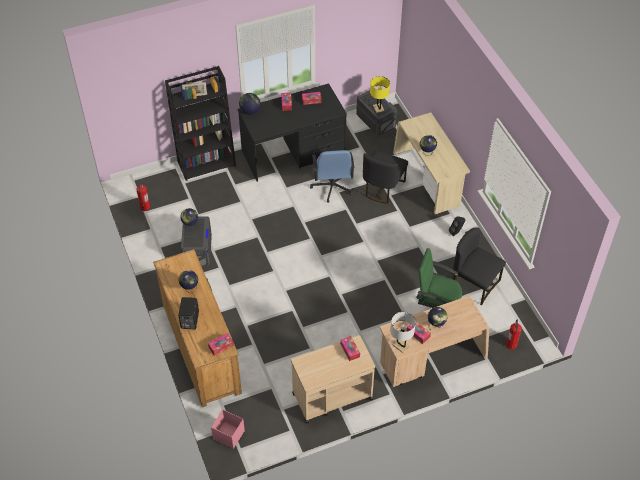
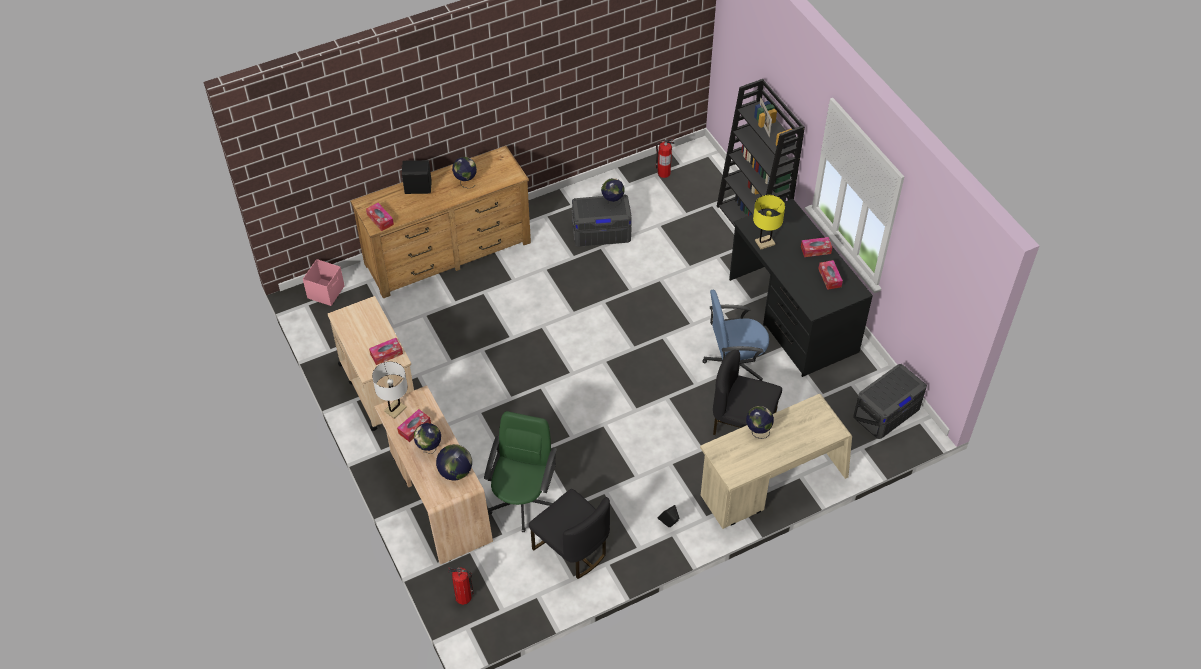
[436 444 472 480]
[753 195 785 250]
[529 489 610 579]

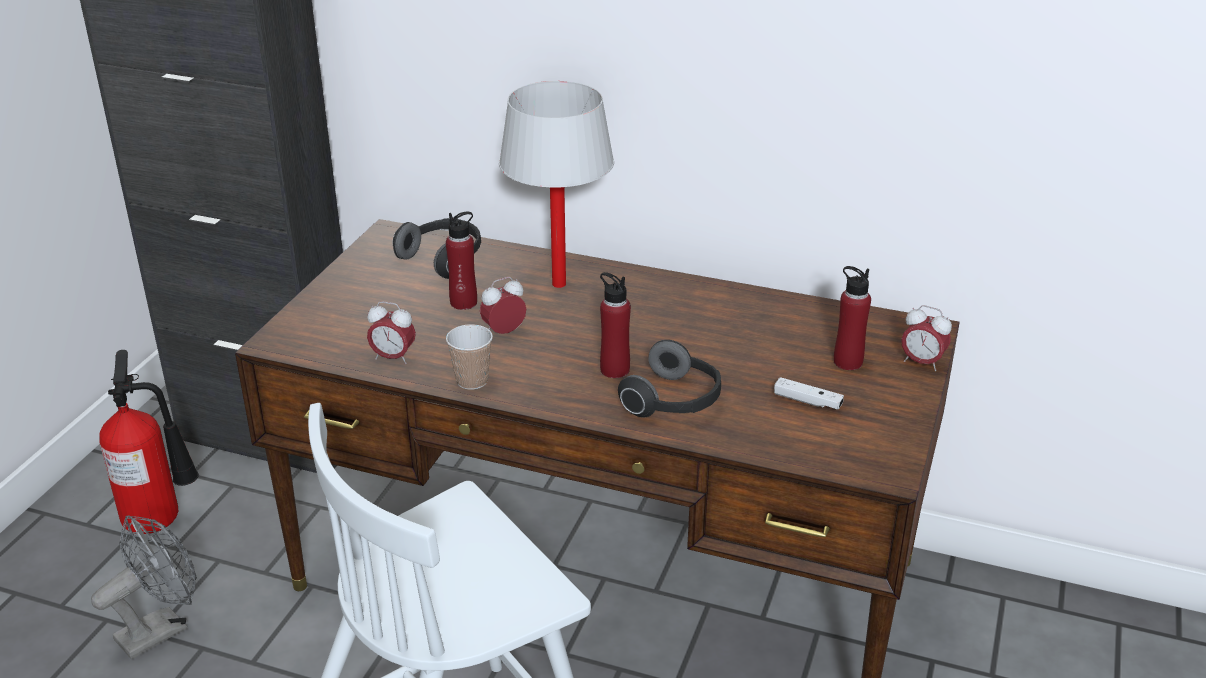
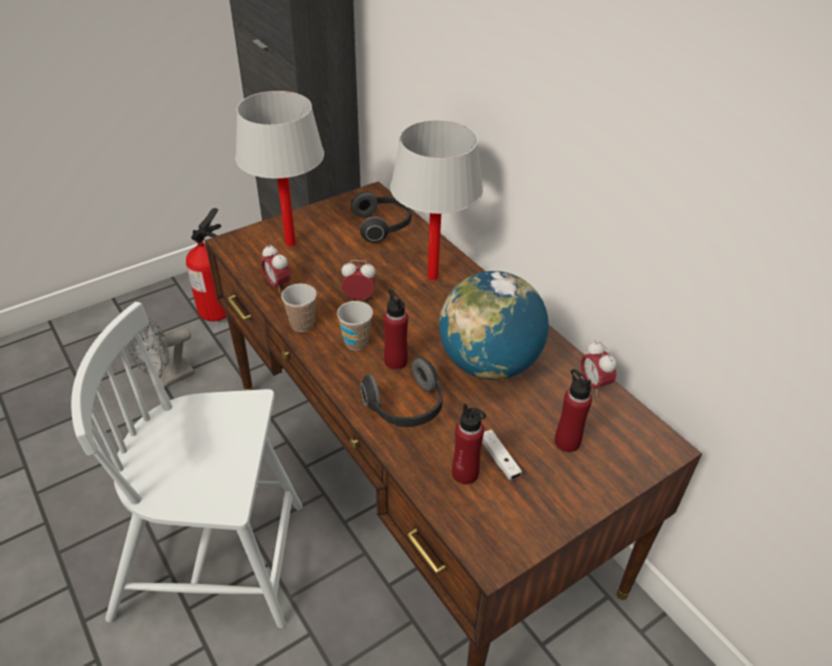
[235 91 324 246]
[337 301 373 350]
[439 271 549 380]
[452 404 486 485]
[581 340 617 396]
[128 318 195 388]

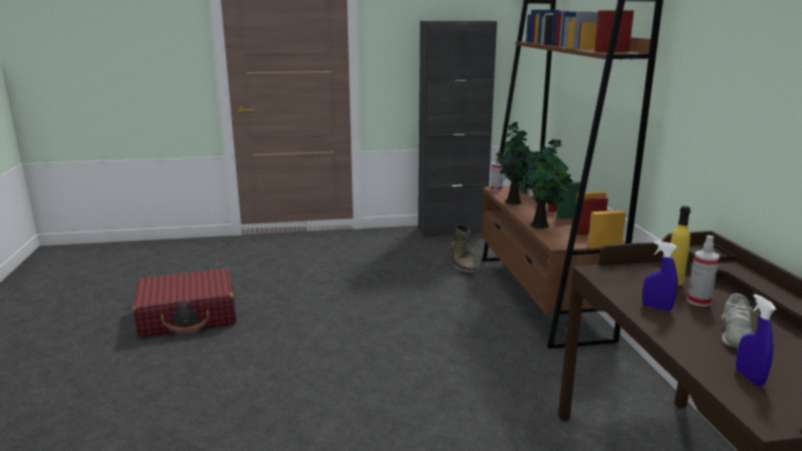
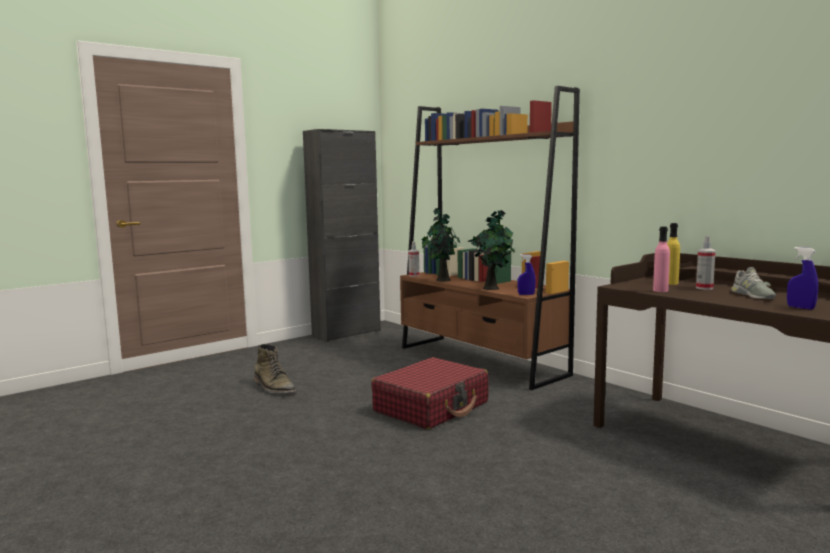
[653 227 670 292]
[371 357 488 429]
[254 344 296 393]
[517 254 536 295]

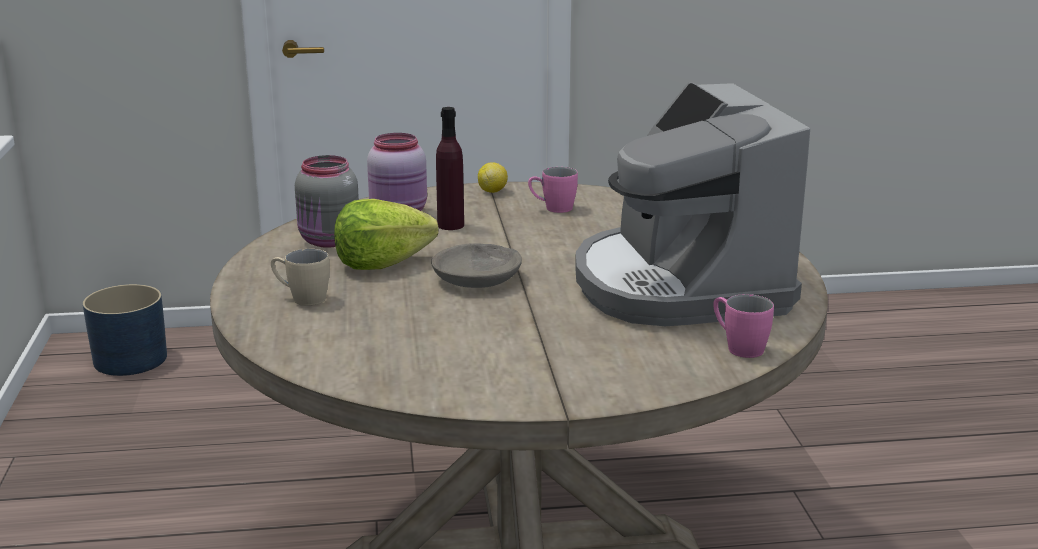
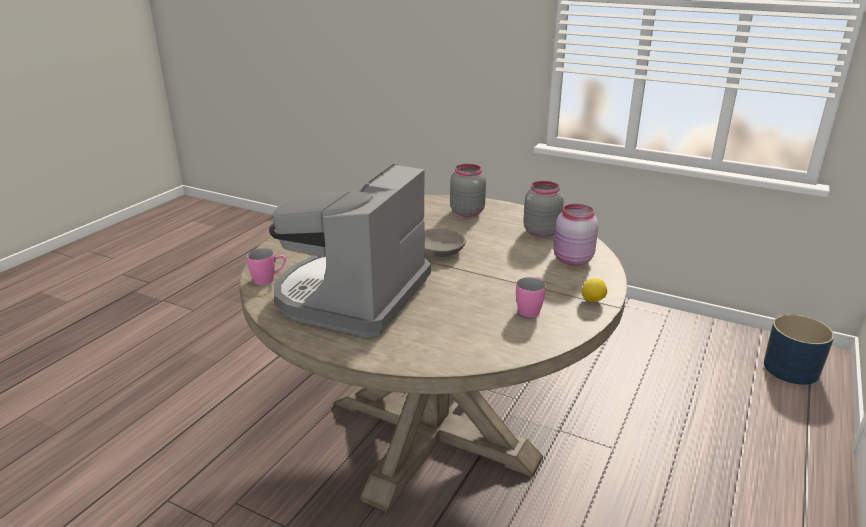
[334 199 438 270] (first image)
[436 107 464 230] (first image)
[450 164 486 217]
[269 163 431 337]

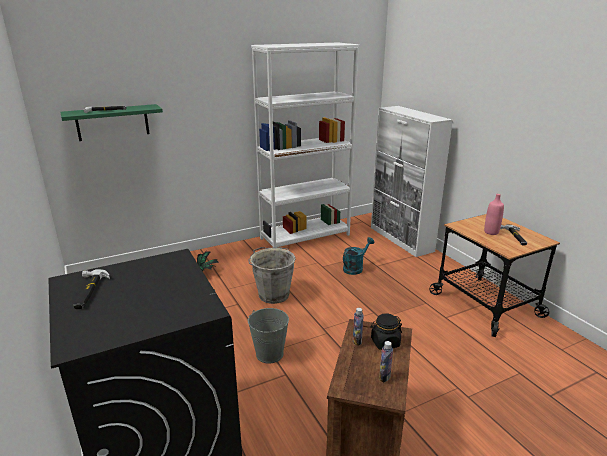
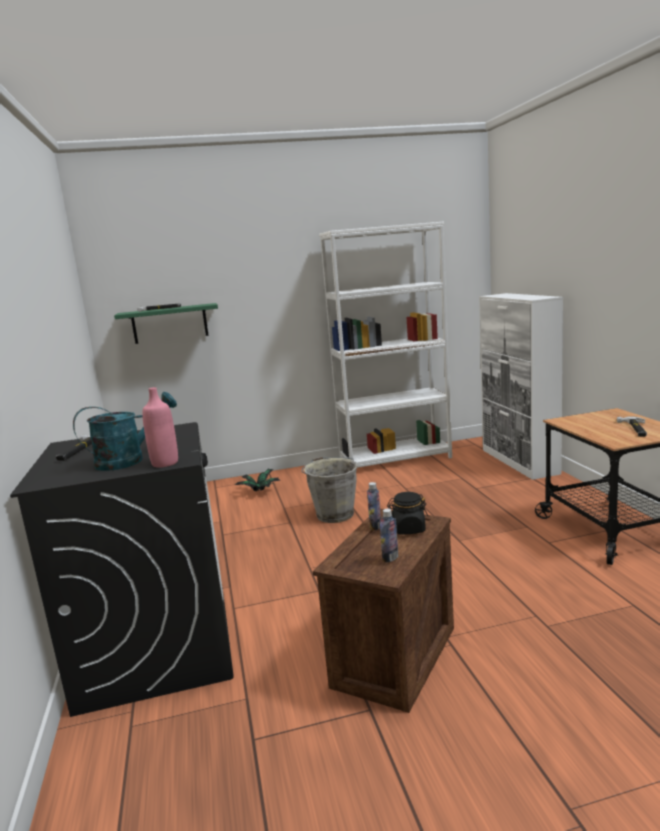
[248 308 289 364] (first image)
[73 392 177 471]
[142 387 178 468]

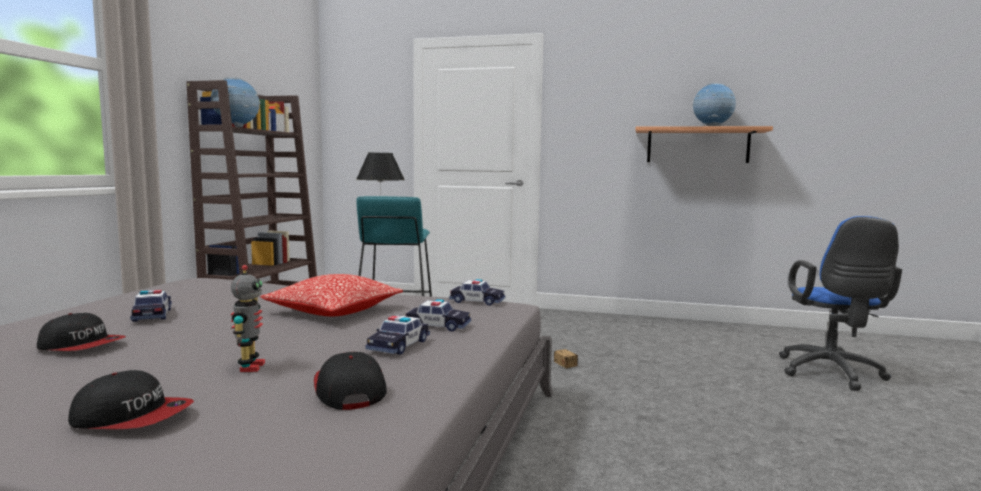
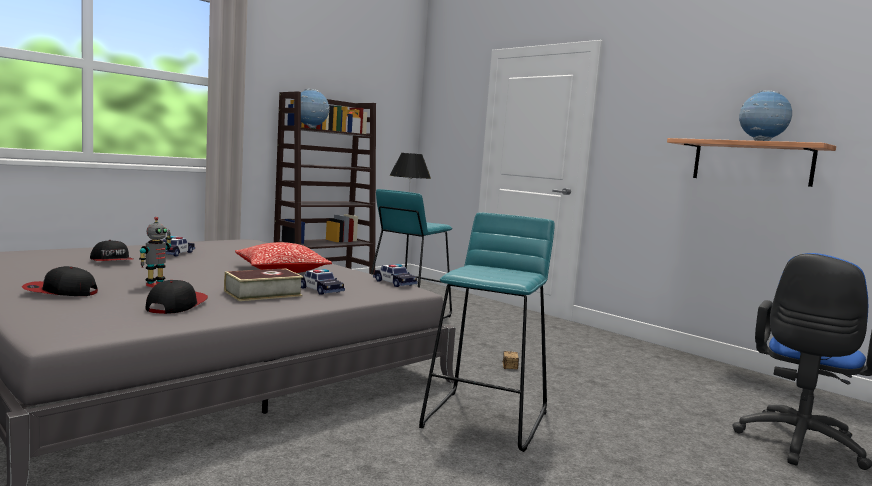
[419 212 555 452]
[224 268 303 301]
[22 266 98 296]

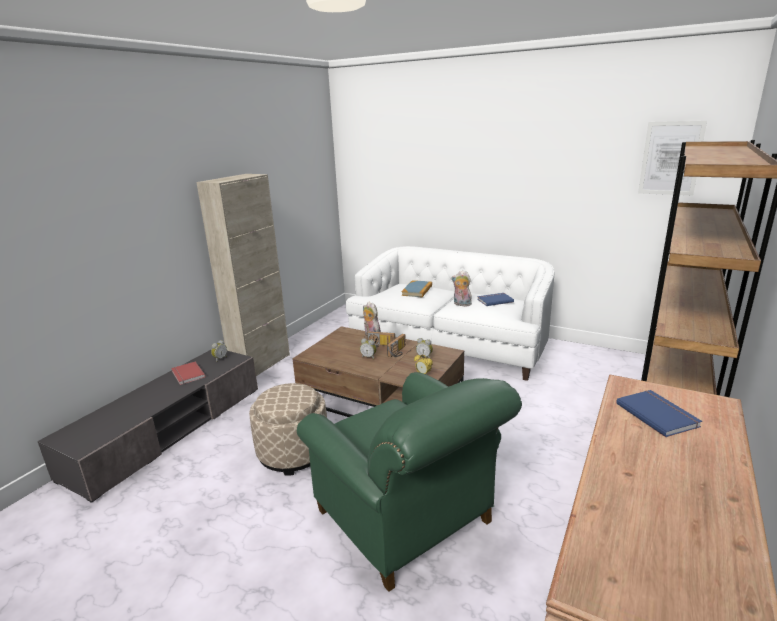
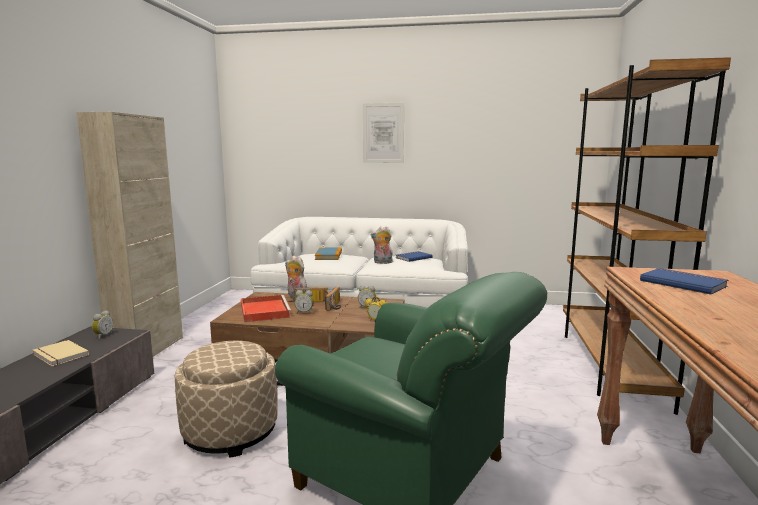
[241 295 292 322]
[363 103 404 163]
[33 340 89 366]

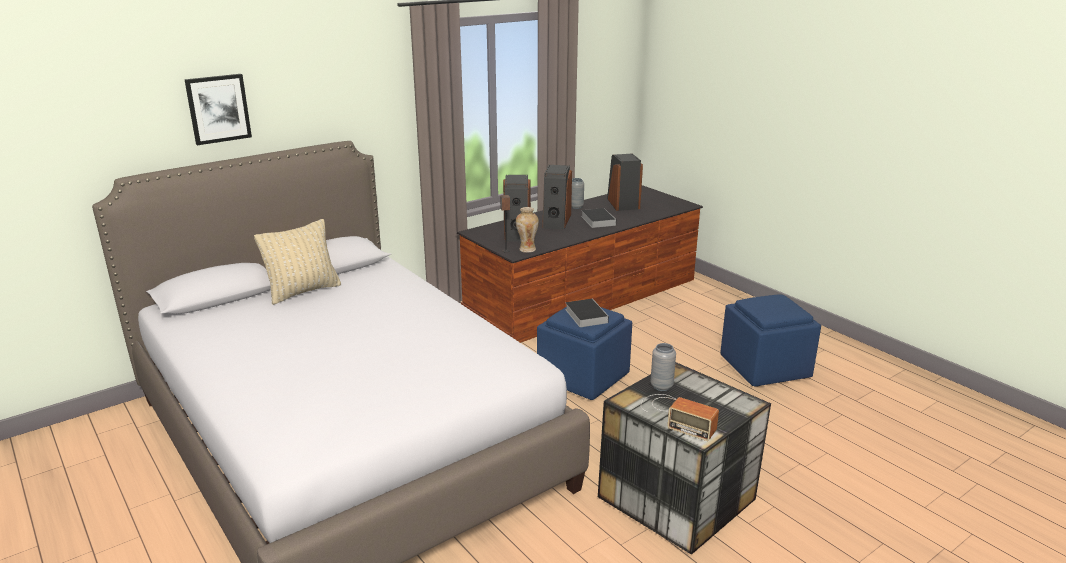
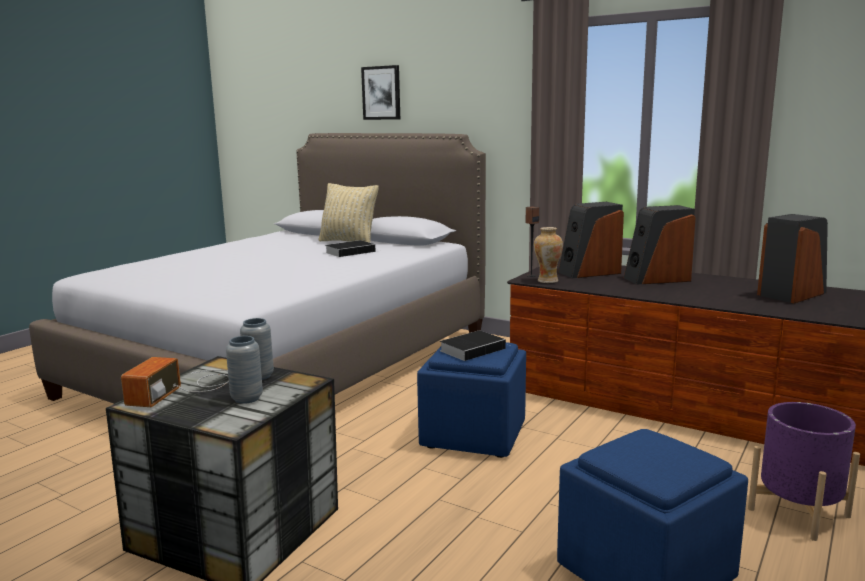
[748 402 860 541]
[226 336 263 404]
[326 240 376 257]

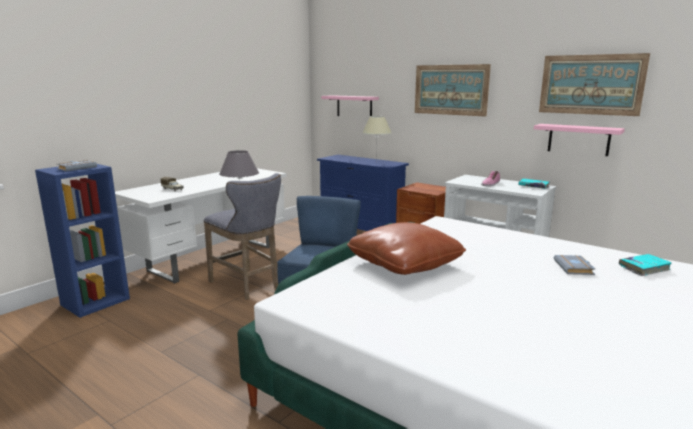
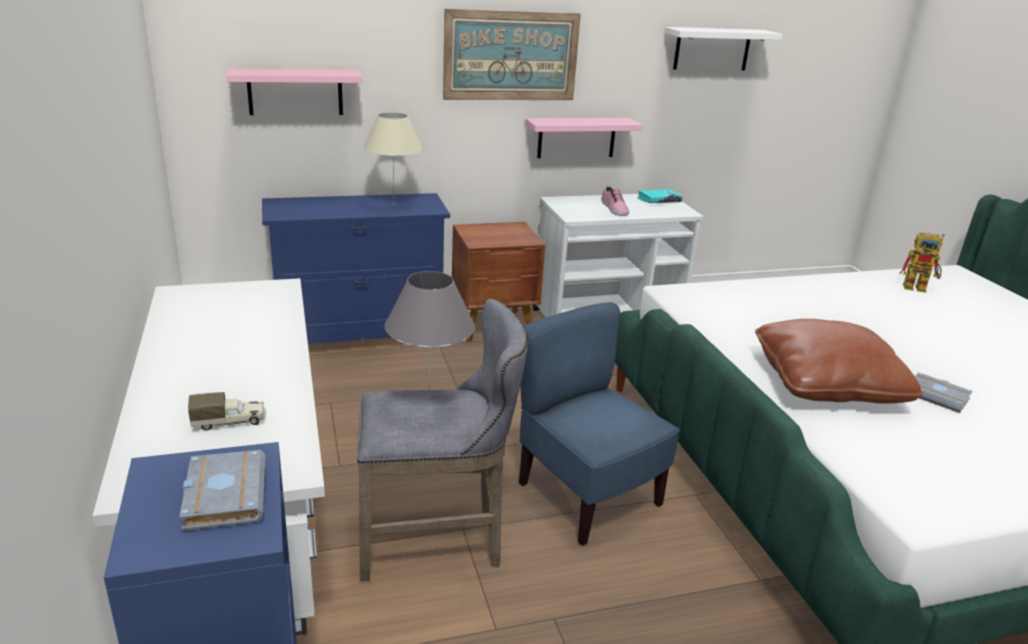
[525 118 643 158]
[915 372 972 413]
[664 27 783 70]
[900 232 945 293]

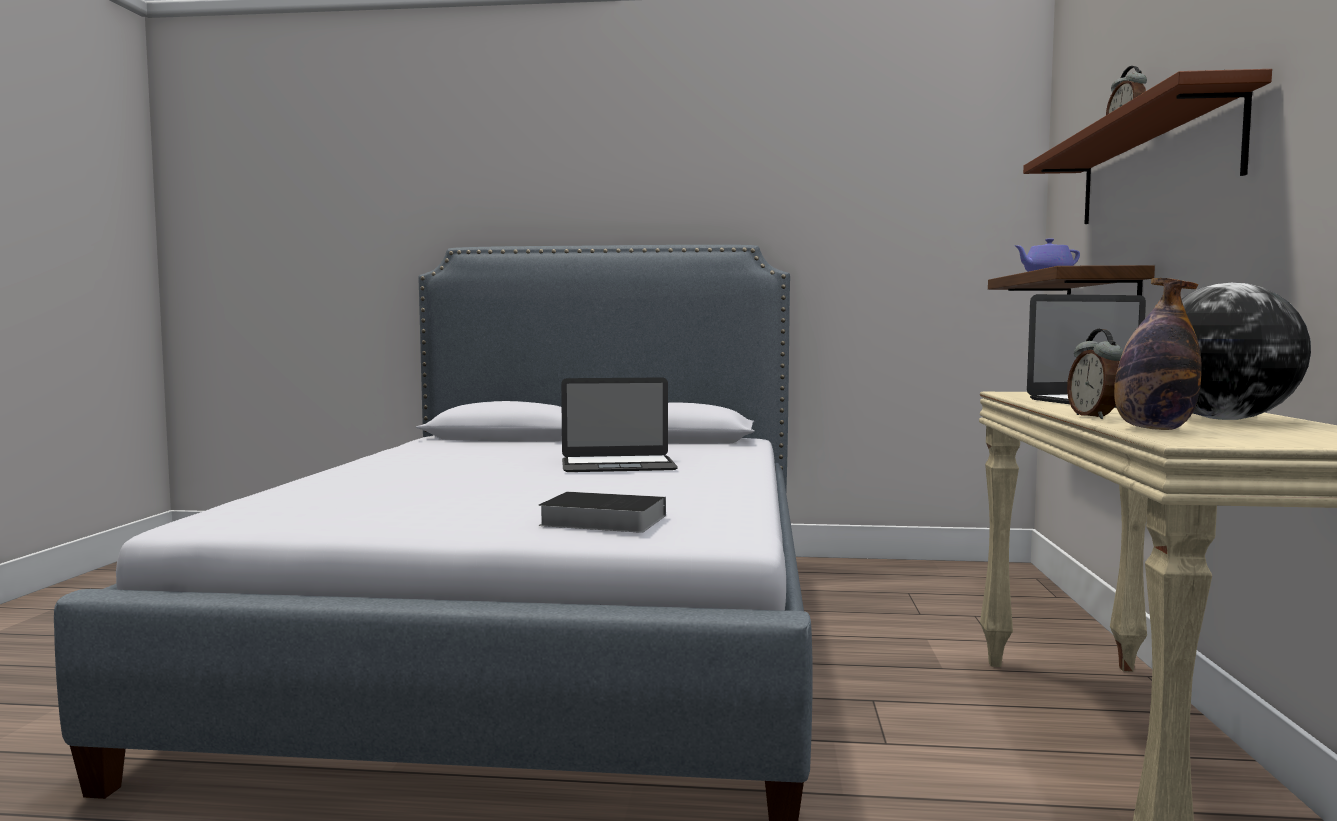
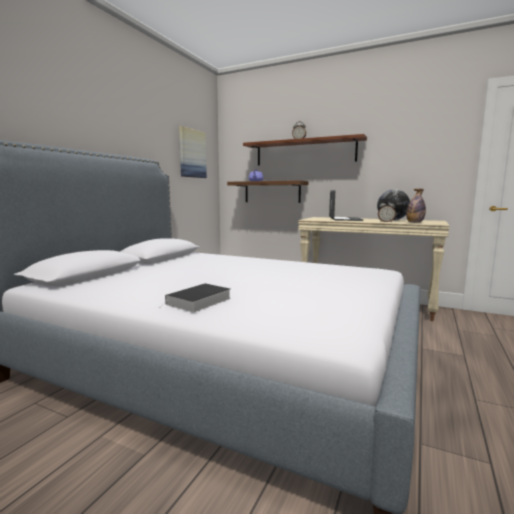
[561 378 678 472] (first image)
[179 126 207 178]
[161 283 231 313]

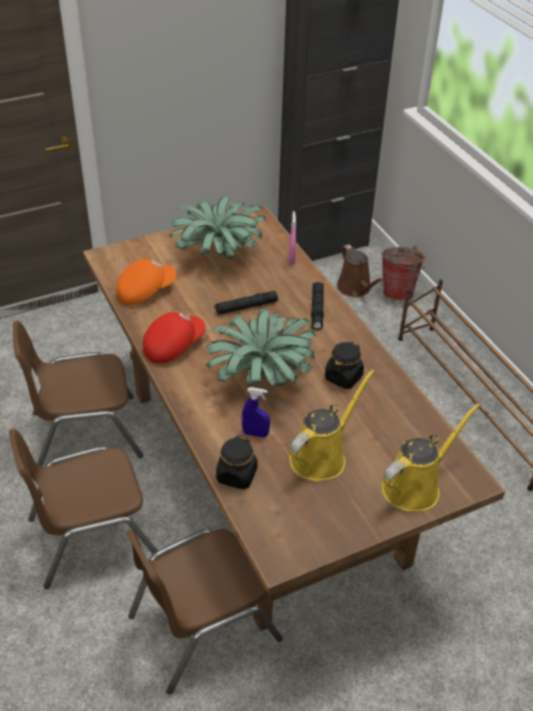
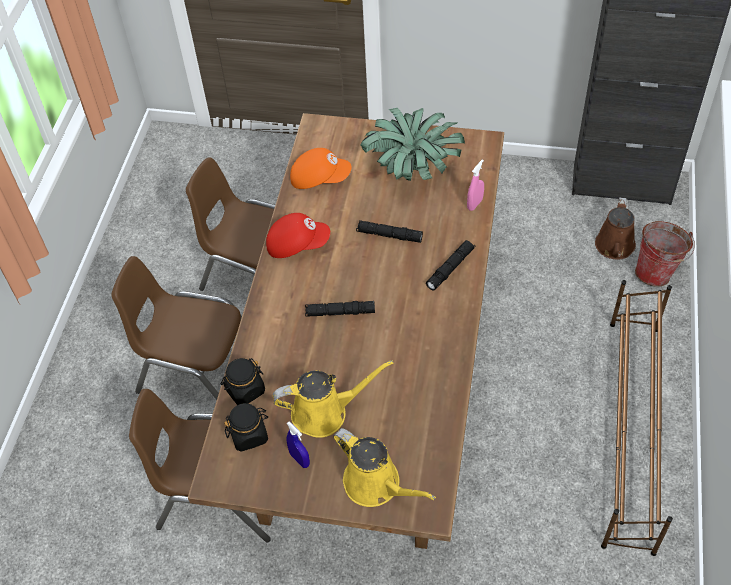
[287 421 310 468]
[224 403 268 452]
[305 301 375 317]
[334 428 436 507]

